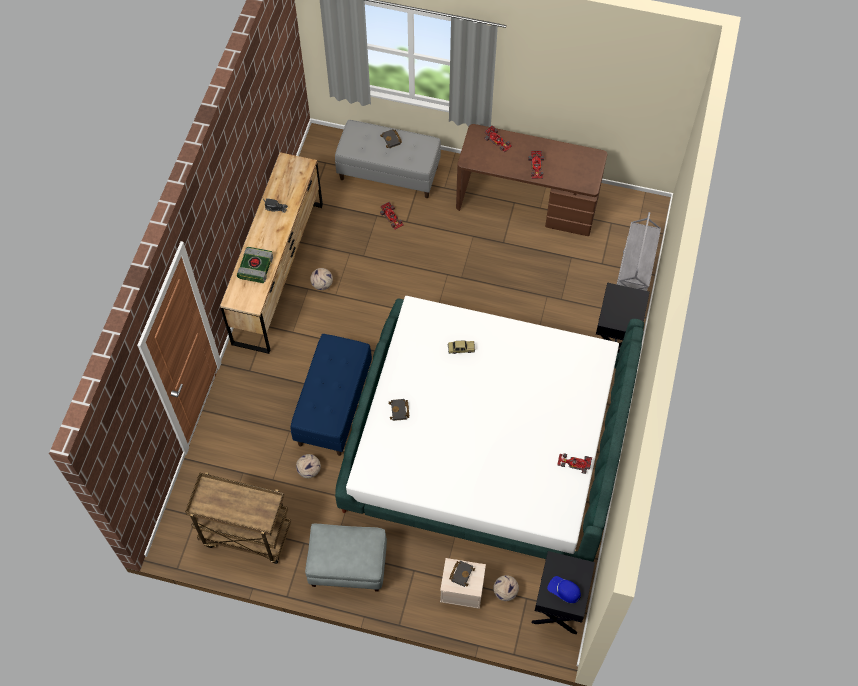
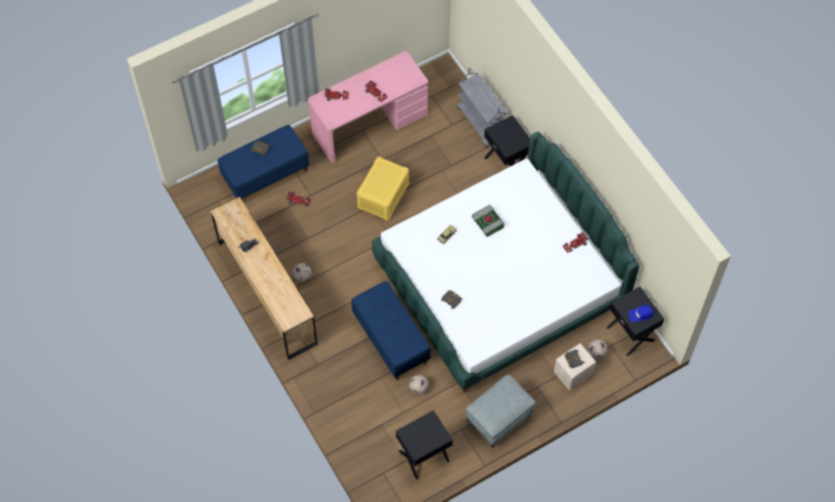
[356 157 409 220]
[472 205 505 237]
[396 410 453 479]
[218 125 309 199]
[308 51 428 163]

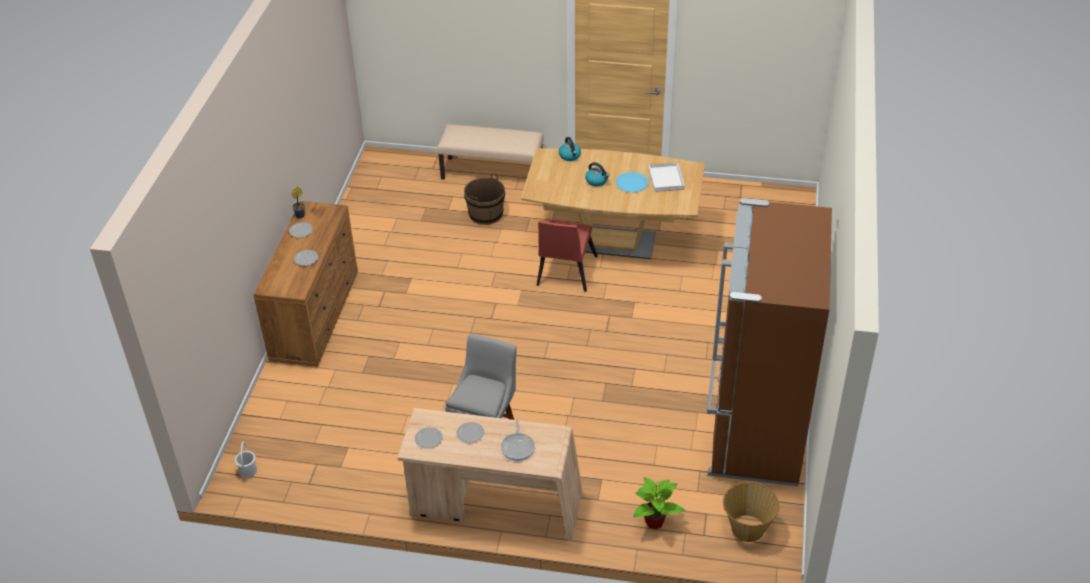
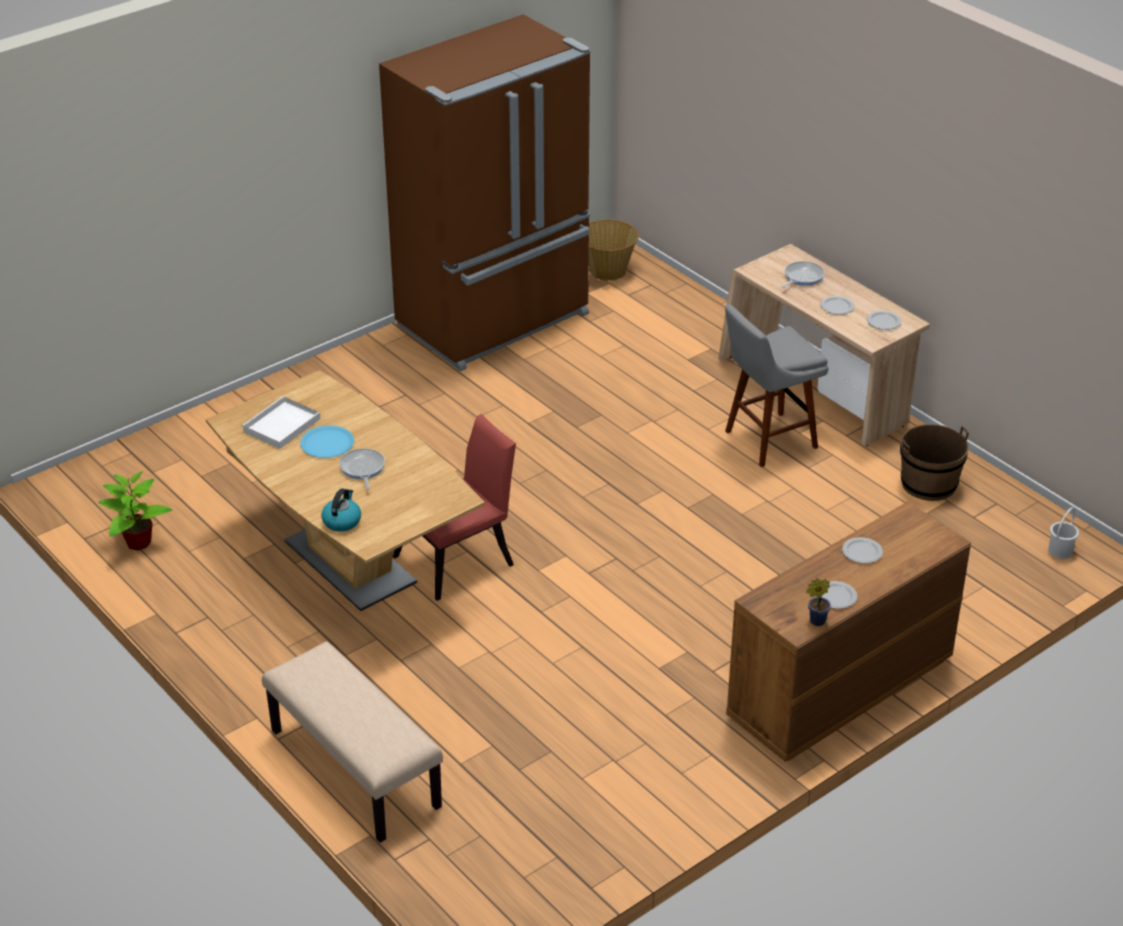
[900 424 969 501]
[98 471 172 550]
[339 448 385 489]

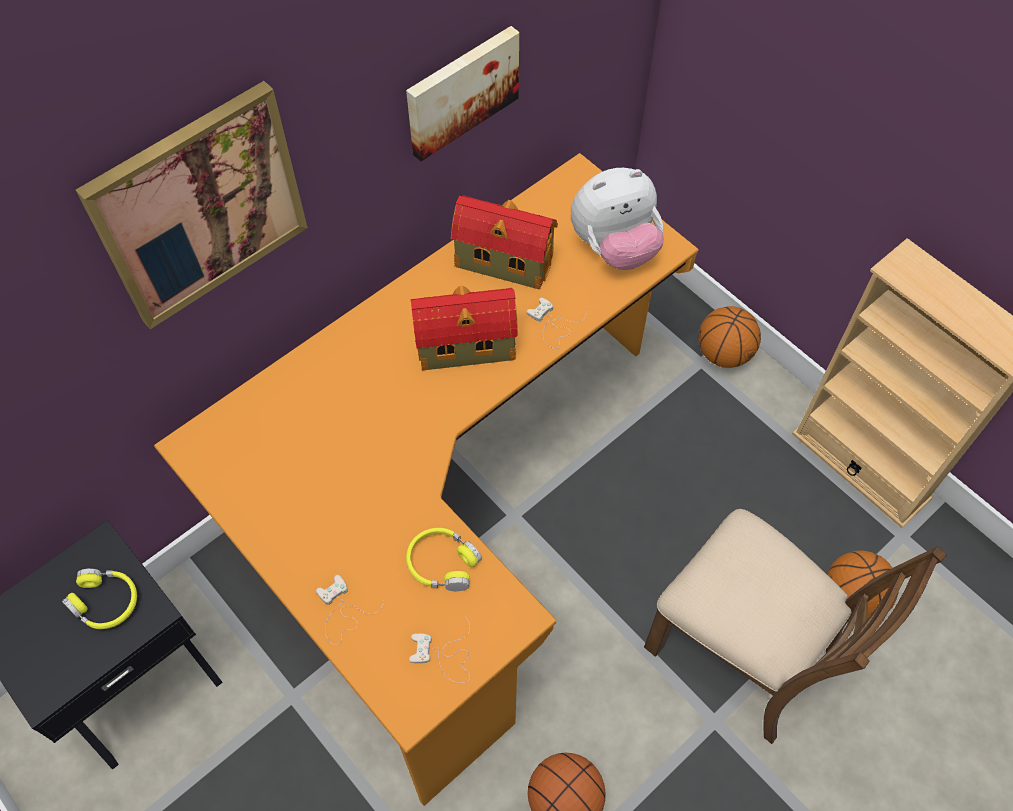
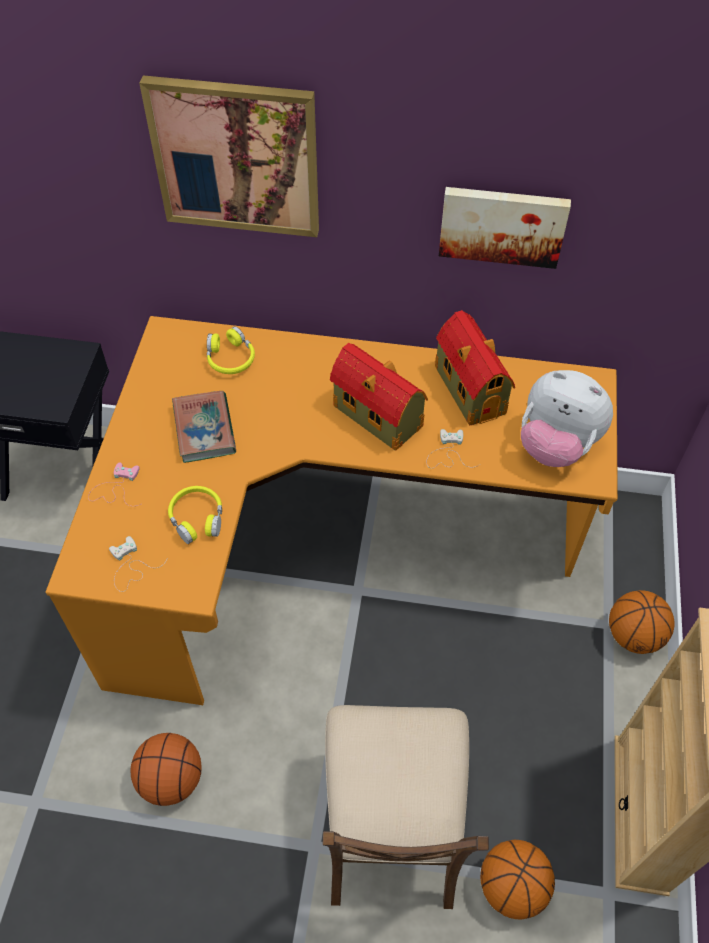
[172 391 236 463]
[207 326 255 374]
[88 463 141 506]

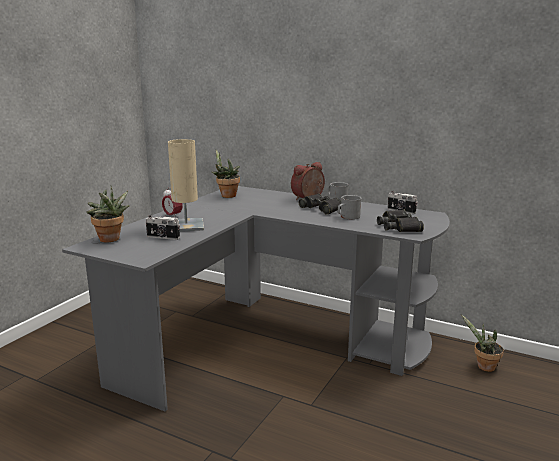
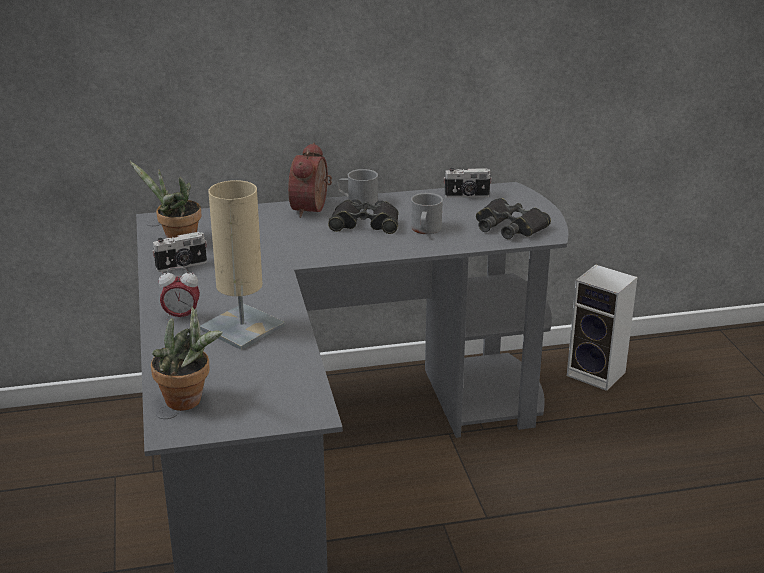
[152 232 207 272]
[567 264 638 391]

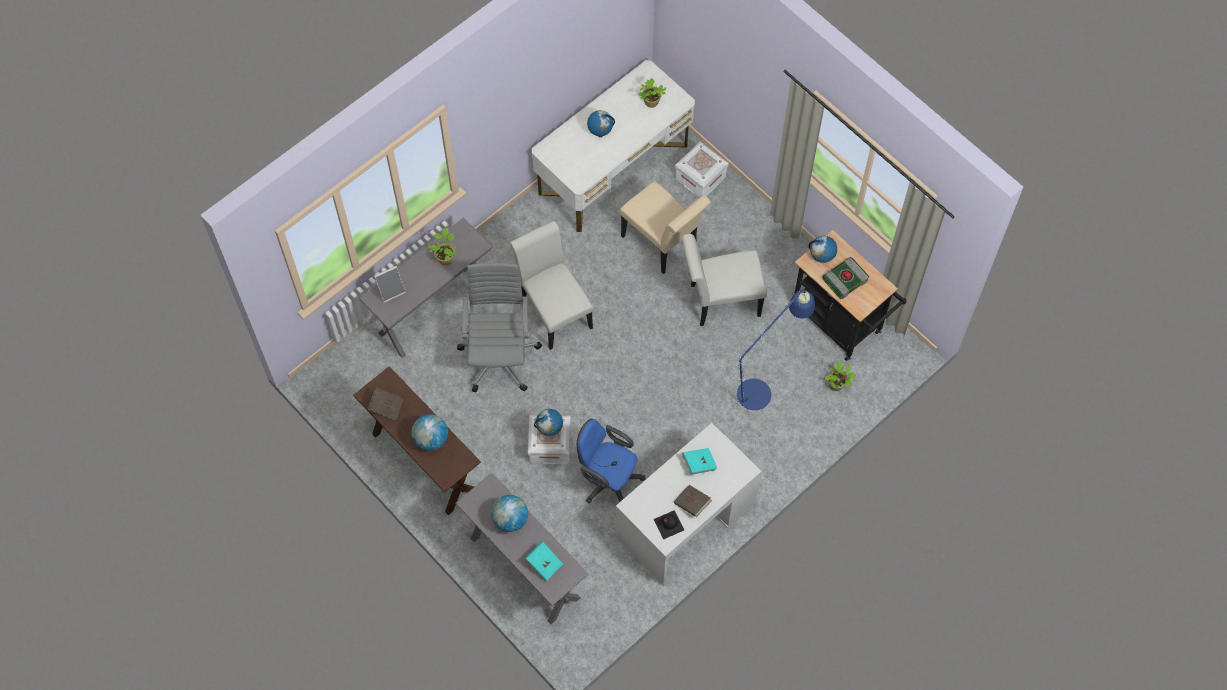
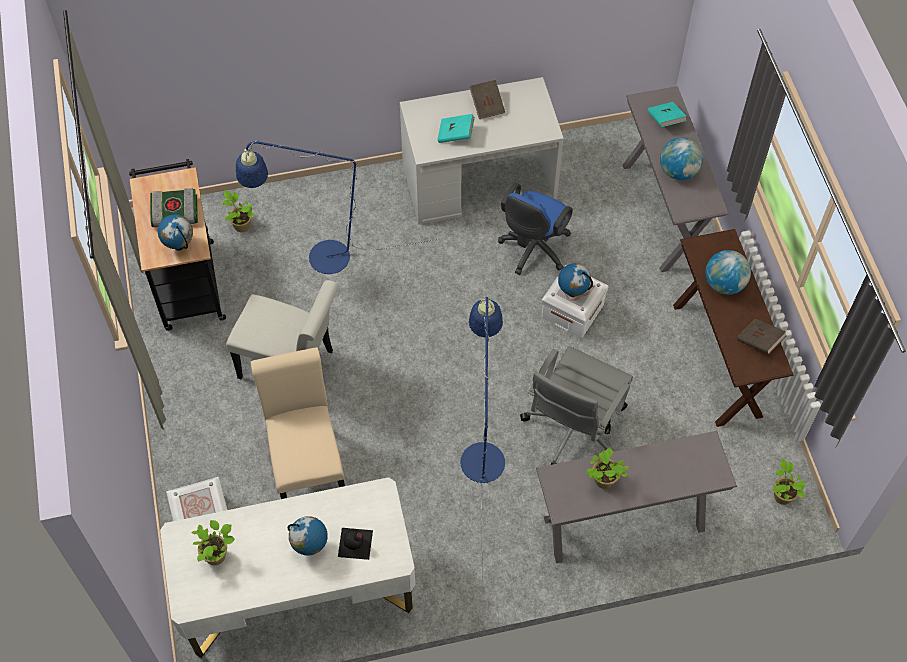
[374 266 406 303] (first image)
[772 459 806 505]
[338 528 373 560]
[461 297 505 541]
[498 183 573 275]

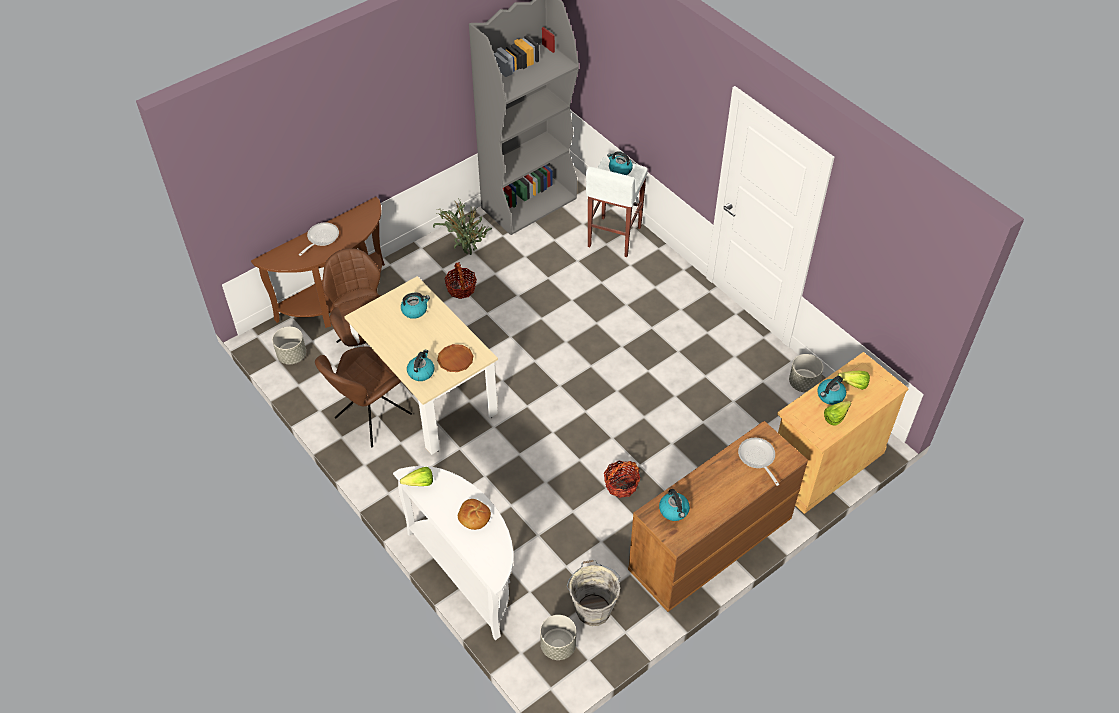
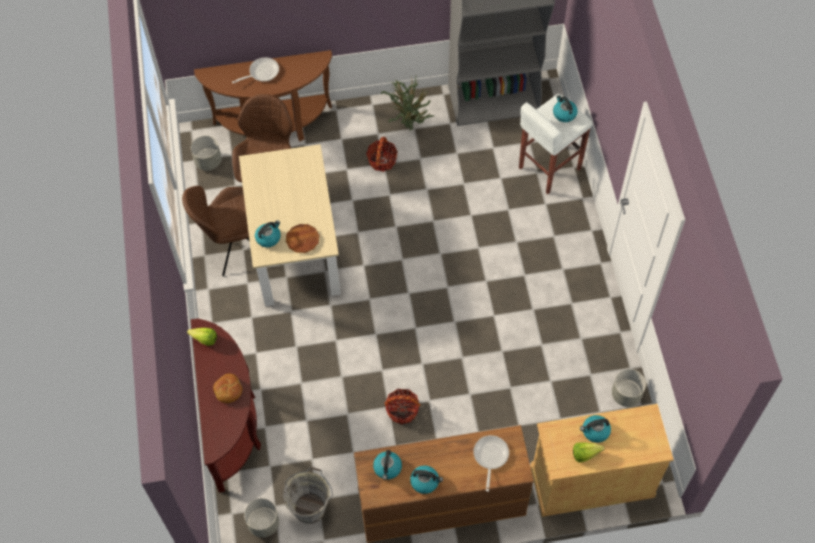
[838 371 870 390] (first image)
[410 465 443 494]
[191 318 261 493]

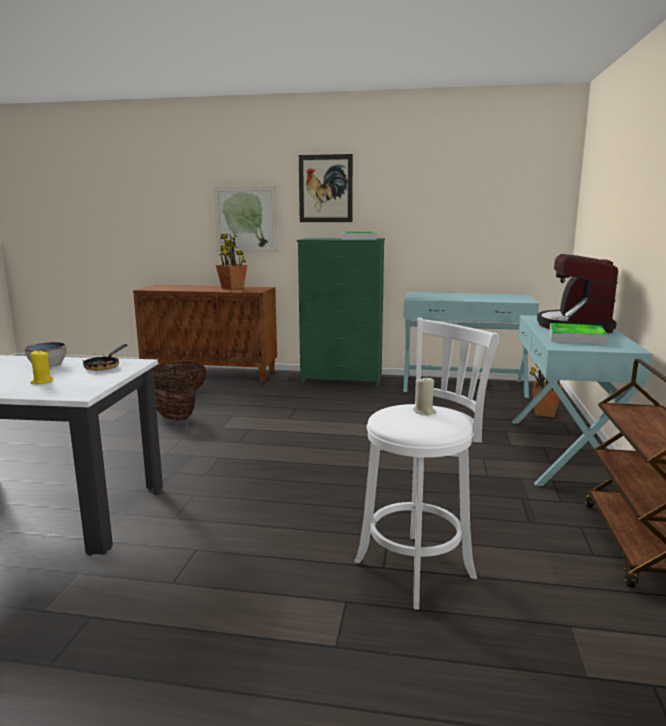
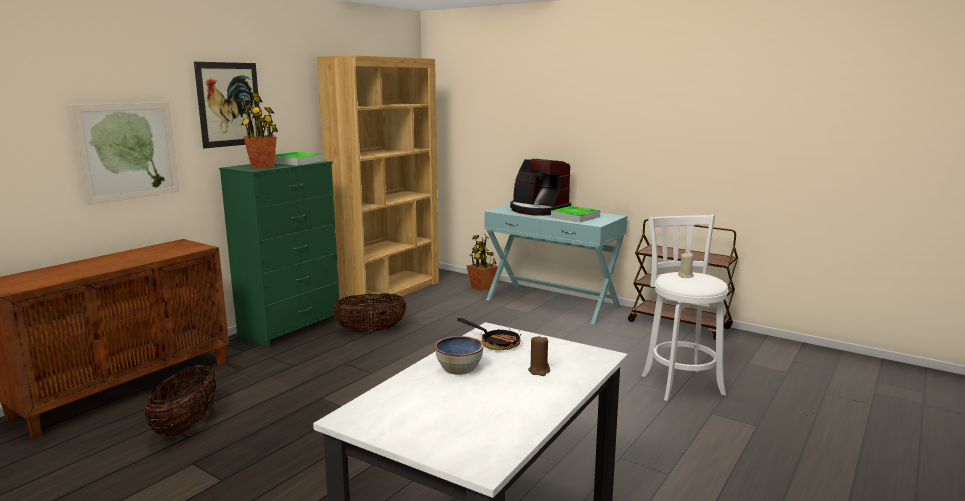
[333 293 407 332]
[241 93 278 169]
[317 55 439 307]
[528 336 550 376]

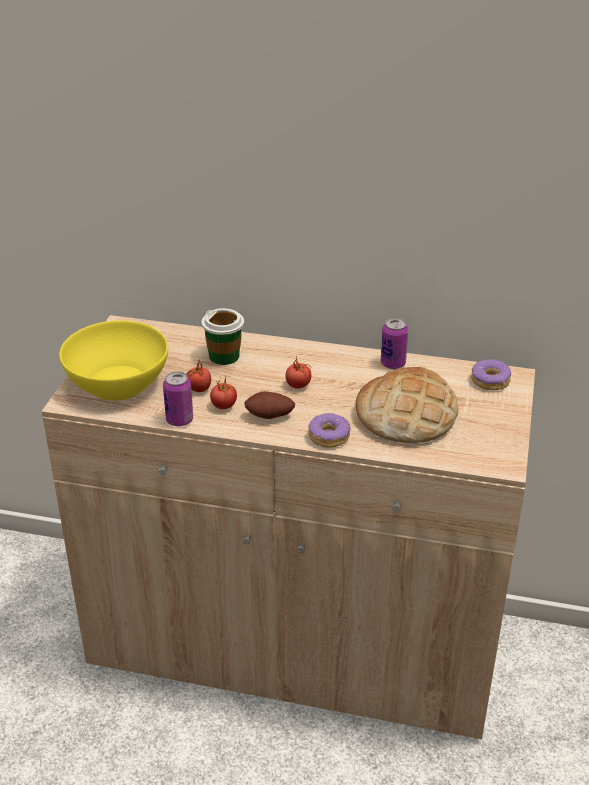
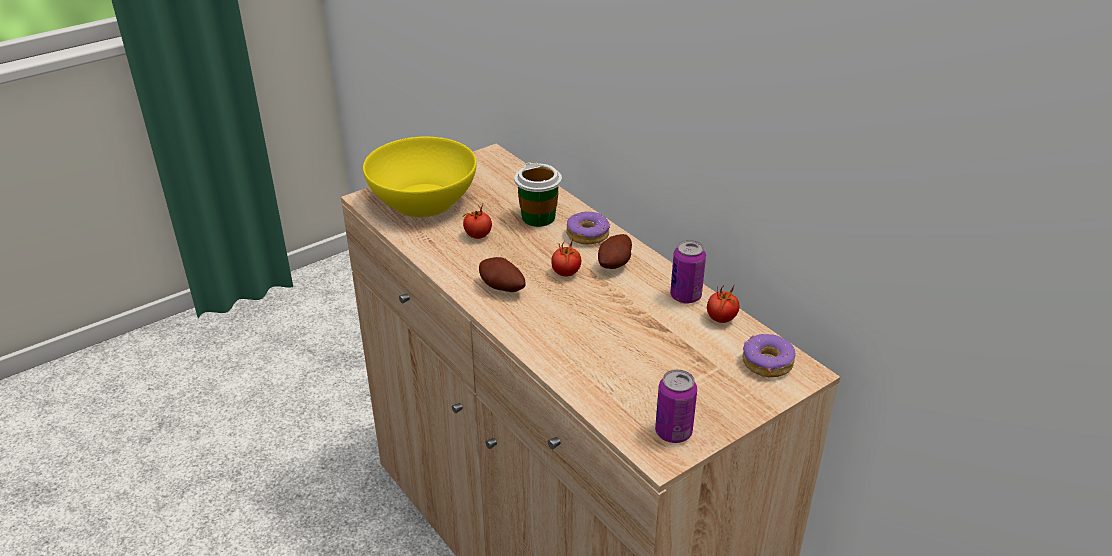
[356 367 459 443] (first image)
[598 234 632 269]
[655 370 697 443]
[707 286 739 323]
[566 212 610 245]

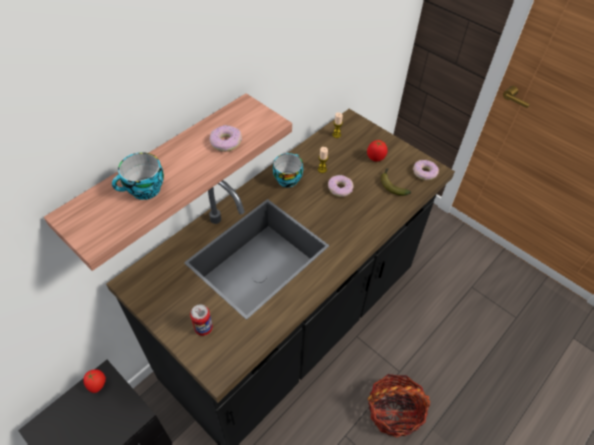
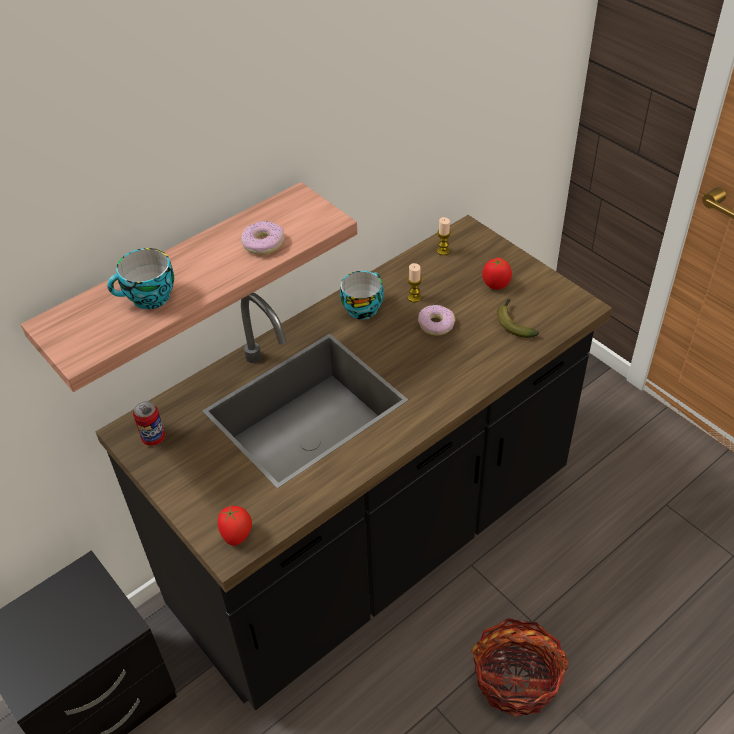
[413 160 439 180] (first image)
[218 505 252 546]
[133 401 165 446]

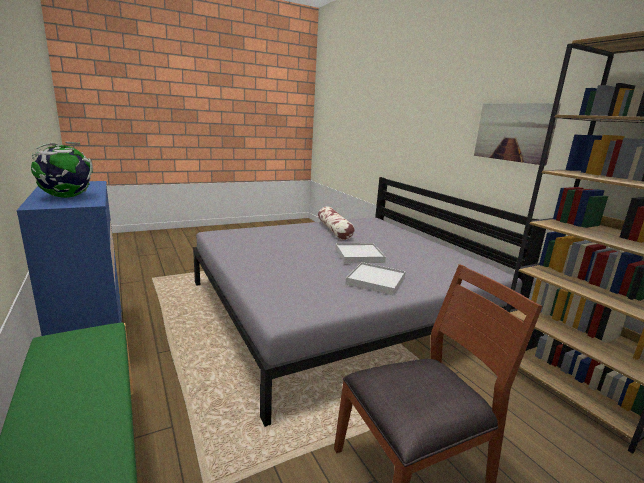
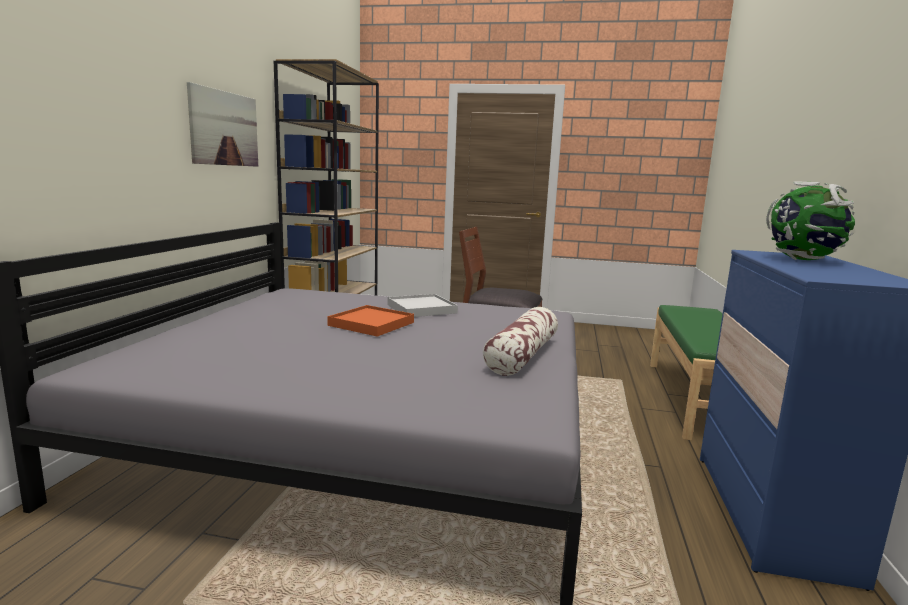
[483 307 558 376]
[327 305 414 337]

